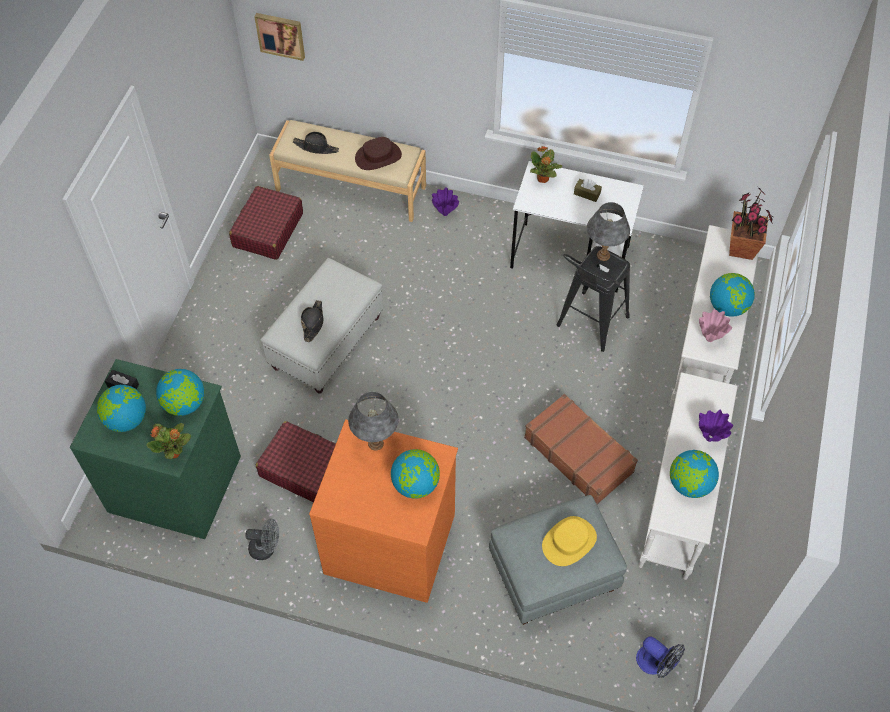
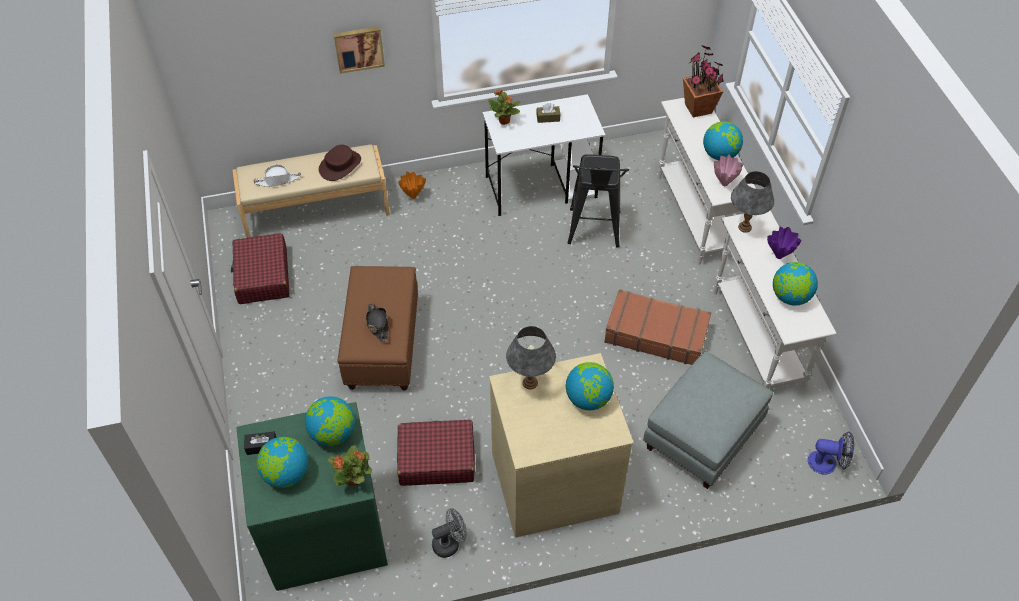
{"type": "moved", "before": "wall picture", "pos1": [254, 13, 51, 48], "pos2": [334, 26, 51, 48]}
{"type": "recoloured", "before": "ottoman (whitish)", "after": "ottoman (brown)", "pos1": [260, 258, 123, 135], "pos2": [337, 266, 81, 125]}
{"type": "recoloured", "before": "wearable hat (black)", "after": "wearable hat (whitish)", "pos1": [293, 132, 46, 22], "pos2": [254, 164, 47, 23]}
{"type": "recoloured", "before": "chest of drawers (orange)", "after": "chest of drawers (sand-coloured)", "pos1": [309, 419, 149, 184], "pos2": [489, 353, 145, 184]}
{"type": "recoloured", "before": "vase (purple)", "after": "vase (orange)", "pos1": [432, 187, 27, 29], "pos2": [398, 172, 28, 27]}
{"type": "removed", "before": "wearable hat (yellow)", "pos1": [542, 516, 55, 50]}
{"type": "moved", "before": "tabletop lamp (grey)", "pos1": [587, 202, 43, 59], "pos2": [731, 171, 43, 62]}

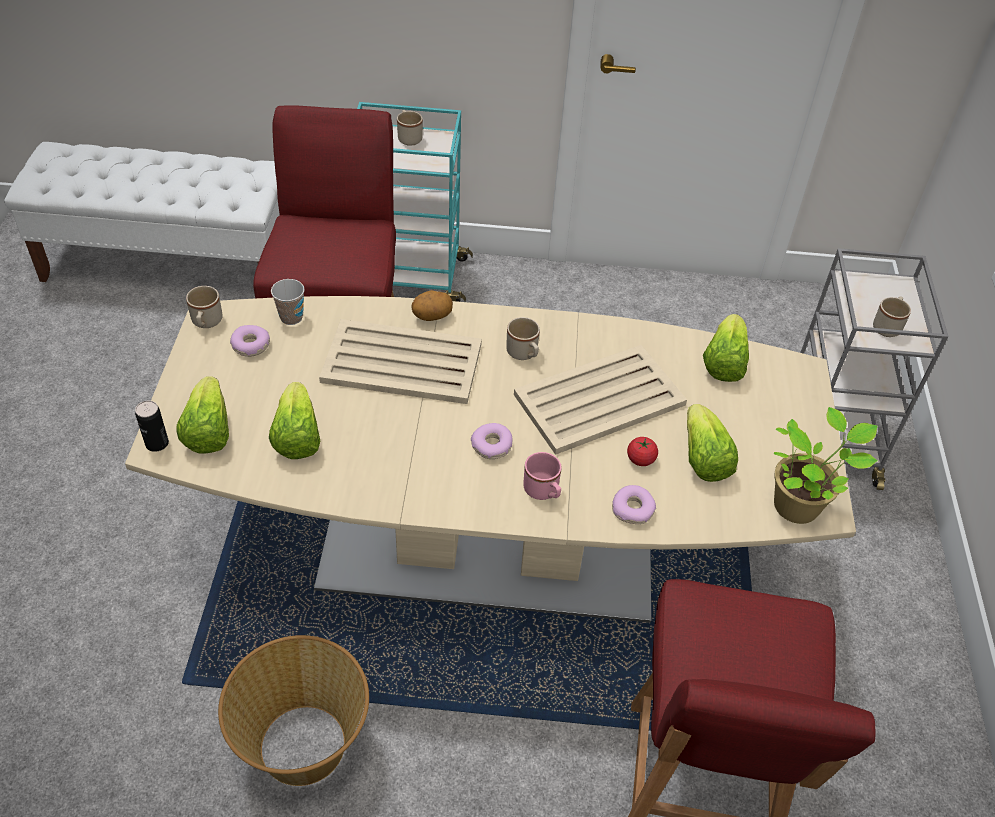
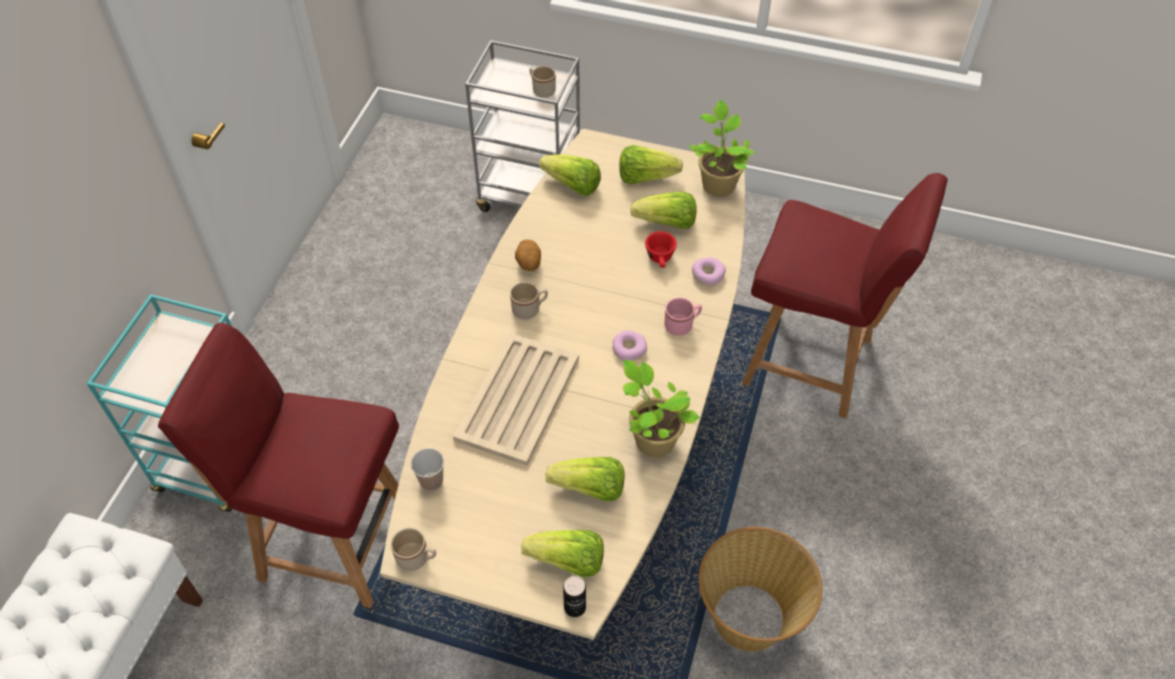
{"type": "removed", "before": "doughnut", "pos1": [230, 325, 40, 32]}
{"type": "removed", "before": "coffee mug (sand-coloured)", "pos1": [397, 110, 26, 36]}
{"type": "moved", "before": "spud", "pos1": [411, 290, 42, 31], "pos2": [515, 239, 26, 32]}
{"type": "removed", "before": "serving tray (sand-coloured)", "pos1": [514, 345, 173, 110]}
{"type": "replaced", "before": "fresh tomato", "after": "cup (red-coloured)", "pos1": [627, 437, 31, 29], "pos2": [645, 231, 32, 37]}
{"type": "added", "after": "lettuce", "pos2": [619, 145, 64, 39]}
{"type": "added", "after": "potted plant", "pos2": [623, 360, 77, 97]}

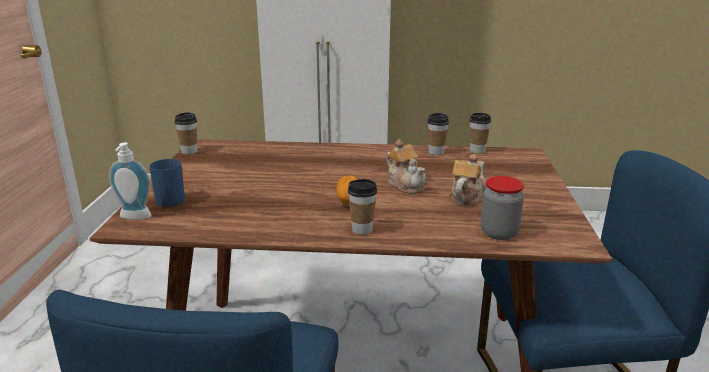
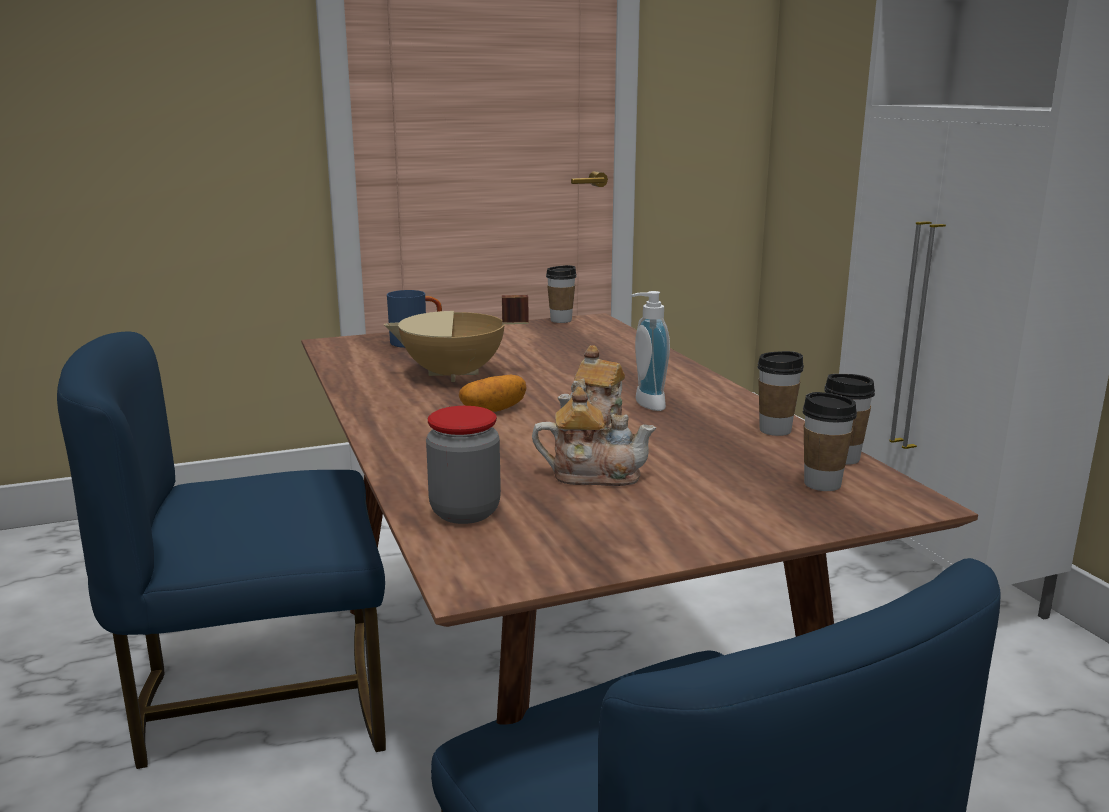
{"type": "moved", "before": "soap bottle", "pos1": [109, 143, 42, 77], "pos2": [631, 291, 39, 120]}
{"type": "moved", "before": "cup", "pos1": [348, 179, 29, 56], "pos2": [803, 392, 54, 99]}
{"type": "added", "after": "cooking pot (sand-coloured)", "pos2": [384, 295, 145, 87]}

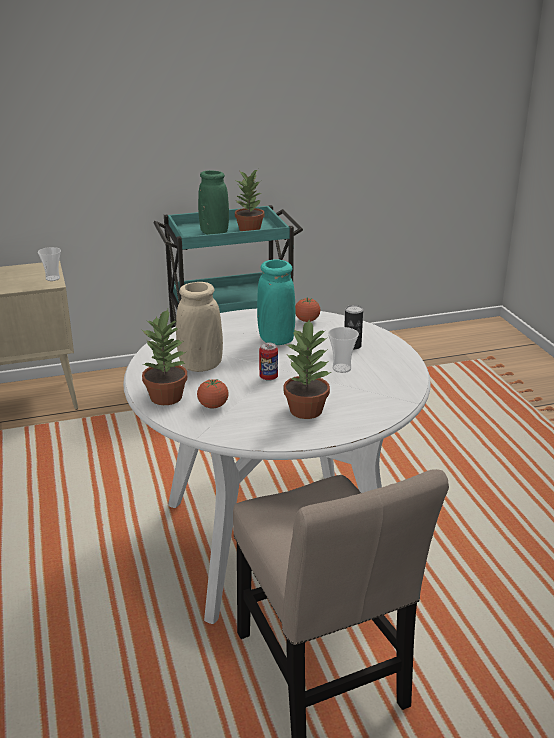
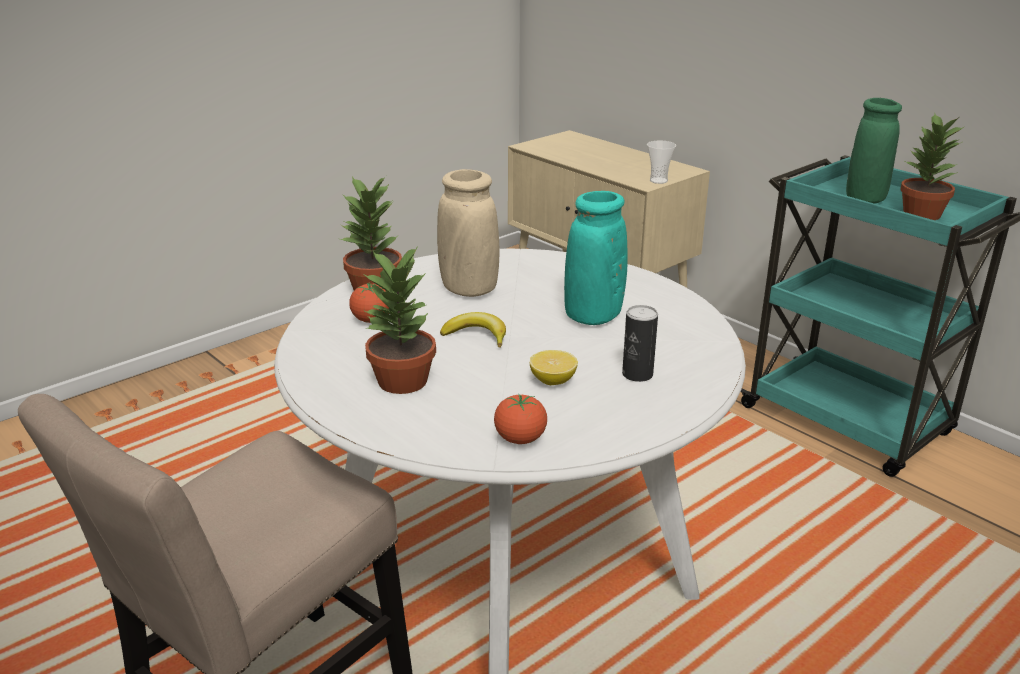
{"type": "replaced", "before": "metal can", "after": "whole banana", "pos1": [259, 343, 19, 38], "pos2": [440, 312, 66, 36]}
{"type": "moved", "before": "fresh tomato", "pos1": [295, 297, 25, 25], "pos2": [494, 393, 53, 51]}
{"type": "replaced", "before": "cup", "after": "citrus fruit", "pos1": [328, 327, 31, 46], "pos2": [530, 350, 48, 35]}

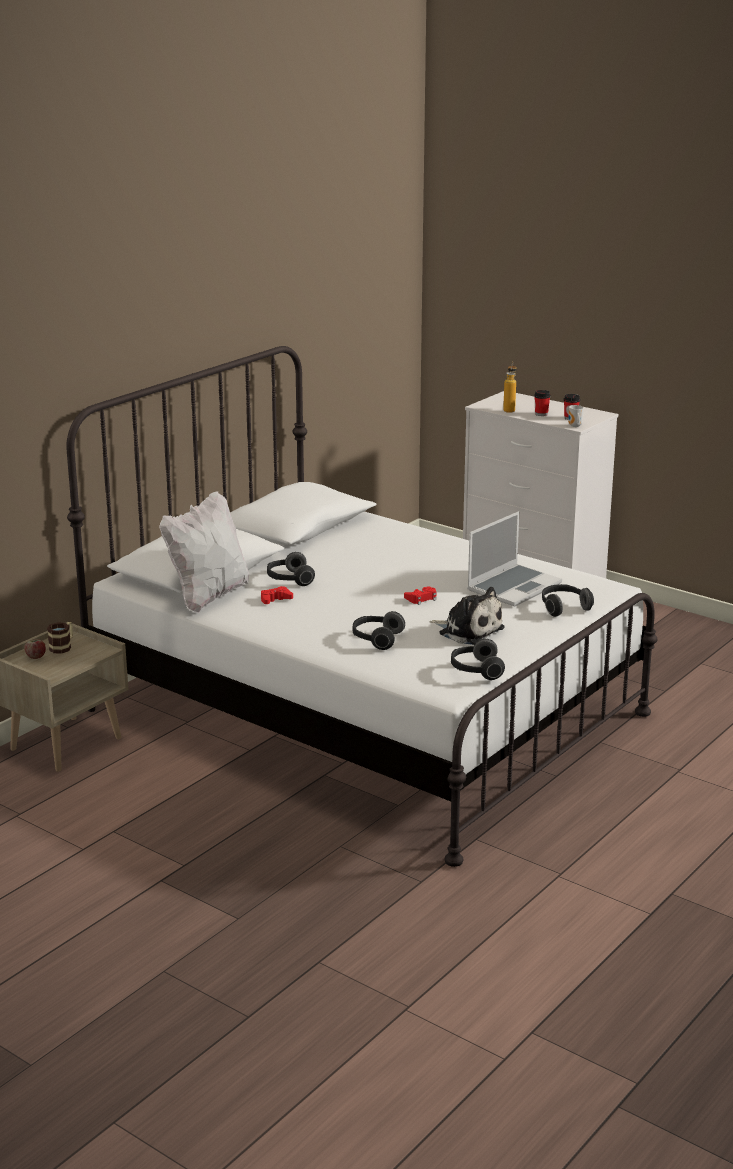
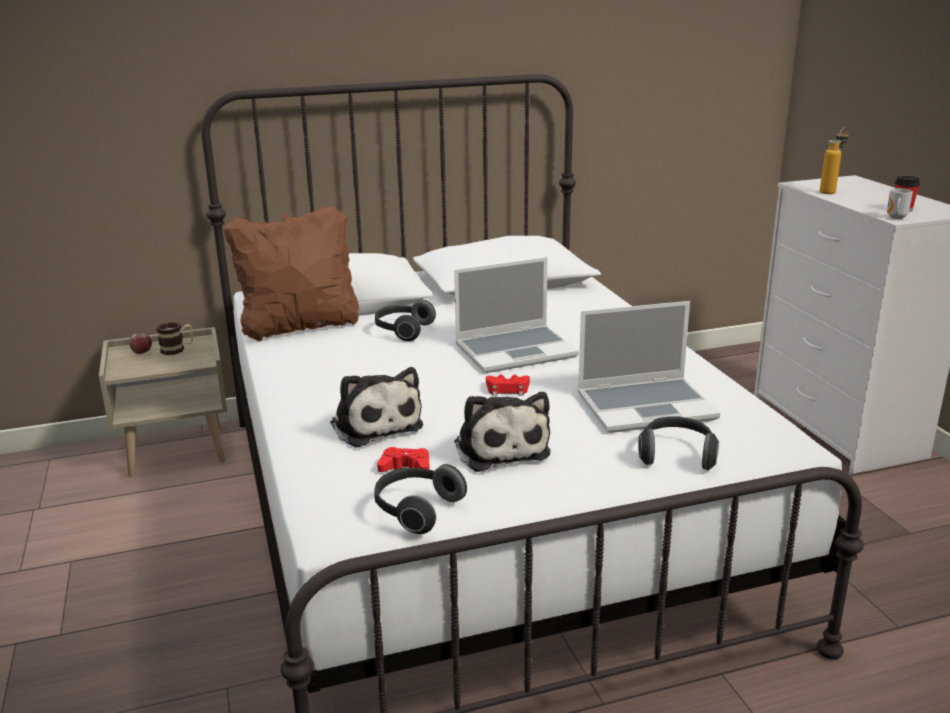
{"type": "recoloured", "before": "throw pillow (whitish)", "after": "throw pillow (brown)", "pos1": [159, 491, 90, 122], "pos2": [223, 207, 136, 135]}
{"type": "moved", "before": "joypad (red-coloured)", "pos1": [261, 586, 32, 18], "pos2": [377, 447, 53, 25]}
{"type": "replaced", "before": "headphones", "after": "plush toy", "pos1": [352, 611, 53, 39], "pos2": [330, 367, 93, 81]}
{"type": "removed", "before": "cup", "pos1": [534, 390, 17, 26]}
{"type": "added", "after": "laptop", "pos2": [454, 257, 125, 116]}

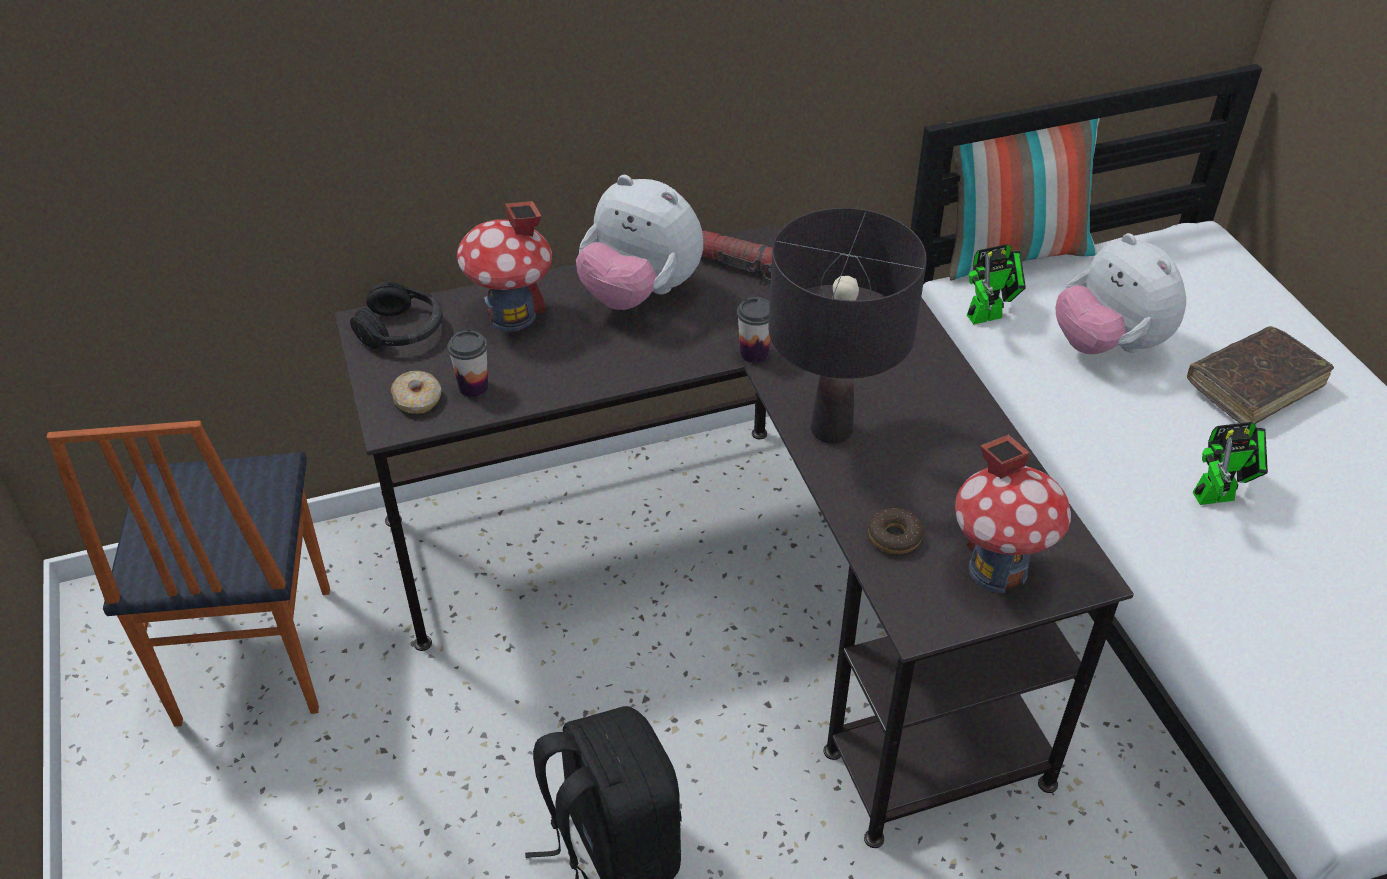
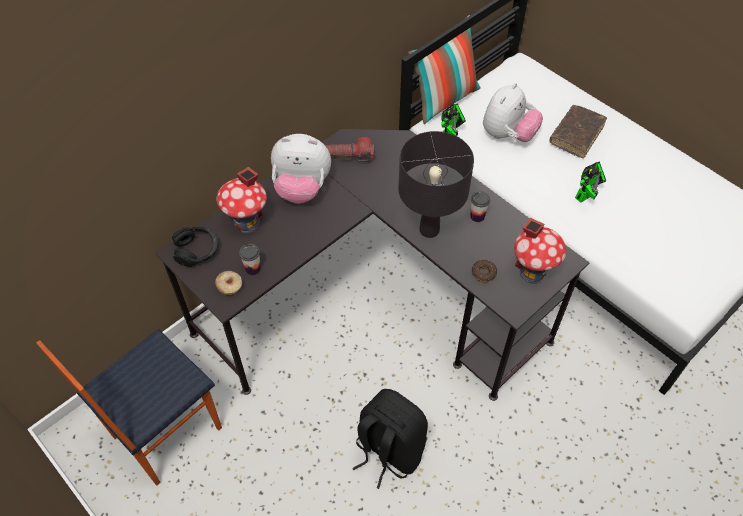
{"type": "turned", "before": "upright chair", "pos1": [46, 420, 284, 307], "pos2": [36, 329, 186, 157], "turn": 75}
{"type": "moved", "before": "cup", "pos1": [737, 297, 34, 66], "pos2": [470, 191, 20, 31]}
{"type": "turned", "before": "plush toy", "pos1": [1056, 233, 130, 121], "pos2": [483, 83, 60, 59], "turn": -90}

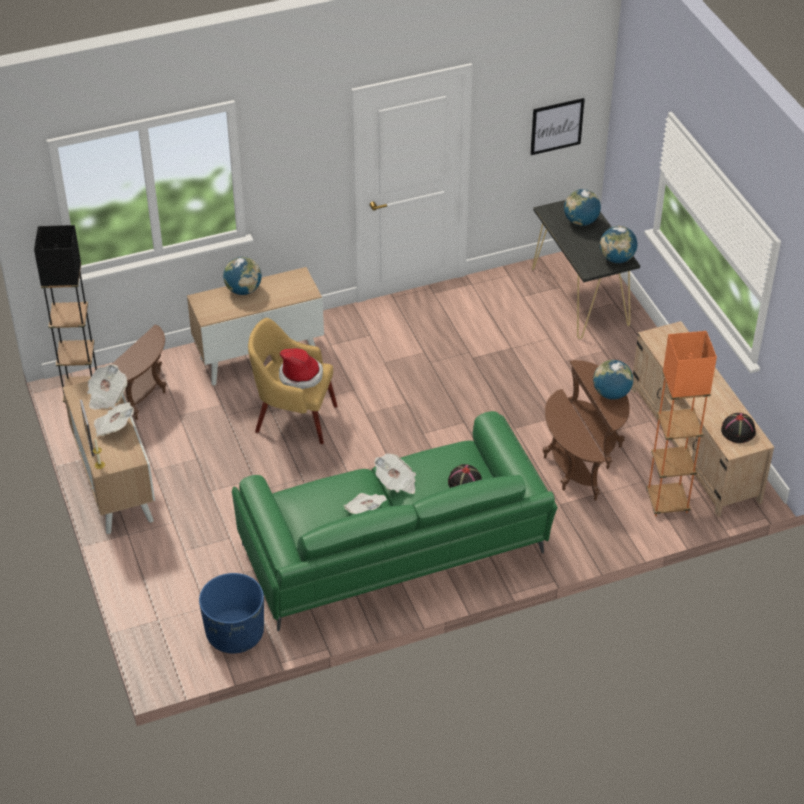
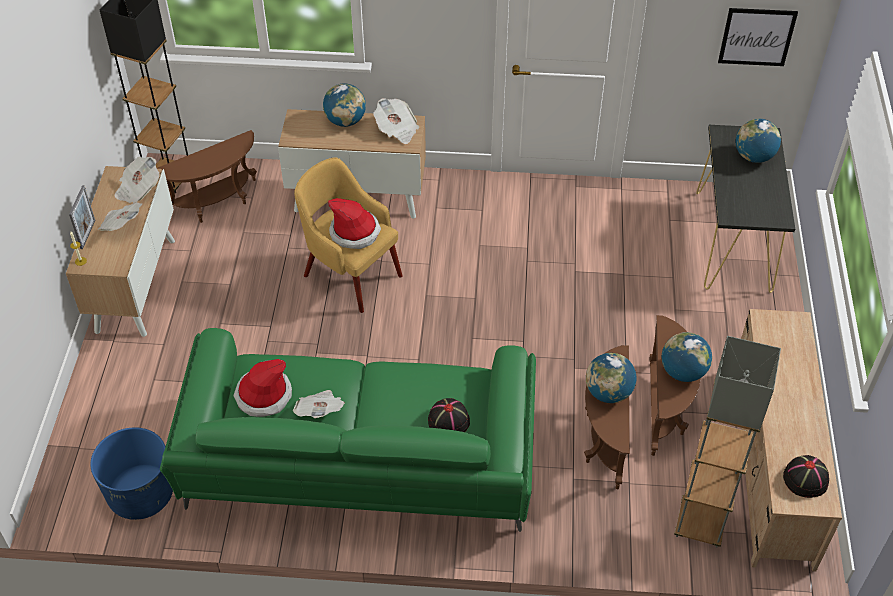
{"type": "moved", "before": "newspaper", "pos1": [374, 454, 42, 40], "pos2": [373, 98, 46, 46]}
{"type": "moved", "before": "desk globe", "pos1": [600, 226, 37, 37], "pos2": [586, 353, 50, 50]}
{"type": "recoloured", "before": "standing lamp (orange)", "after": "standing lamp (grey)", "pos1": [646, 331, 71, 185], "pos2": [674, 336, 107, 212]}
{"type": "added", "after": "wearable hat", "pos2": [233, 359, 59, 58]}

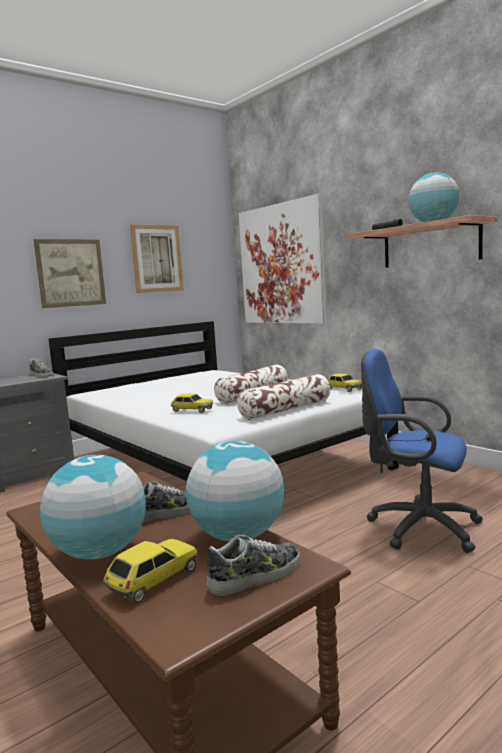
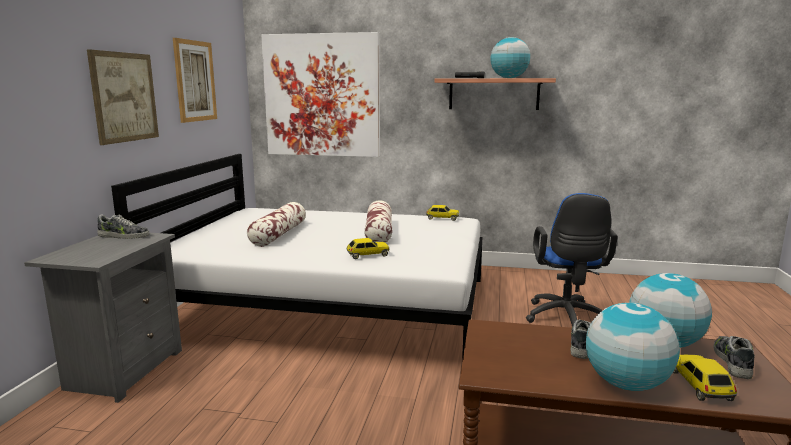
{"type": "moved", "before": "throw pillow", "pos1": [237, 374, 93, 46], "pos2": [247, 202, 59, 45]}
{"type": "turned", "before": "desk chair (bluish)", "pos1": [361, 349, 122, 204], "pos2": [526, 193, 92, 133], "turn": -75}

